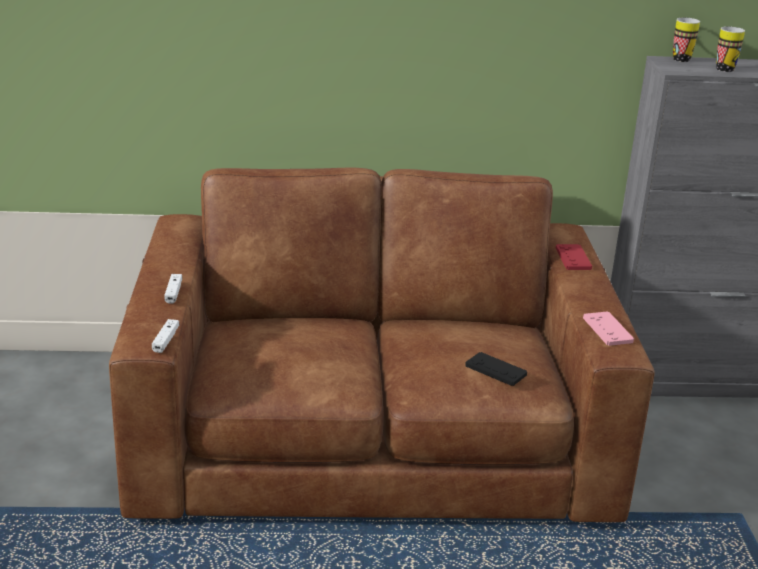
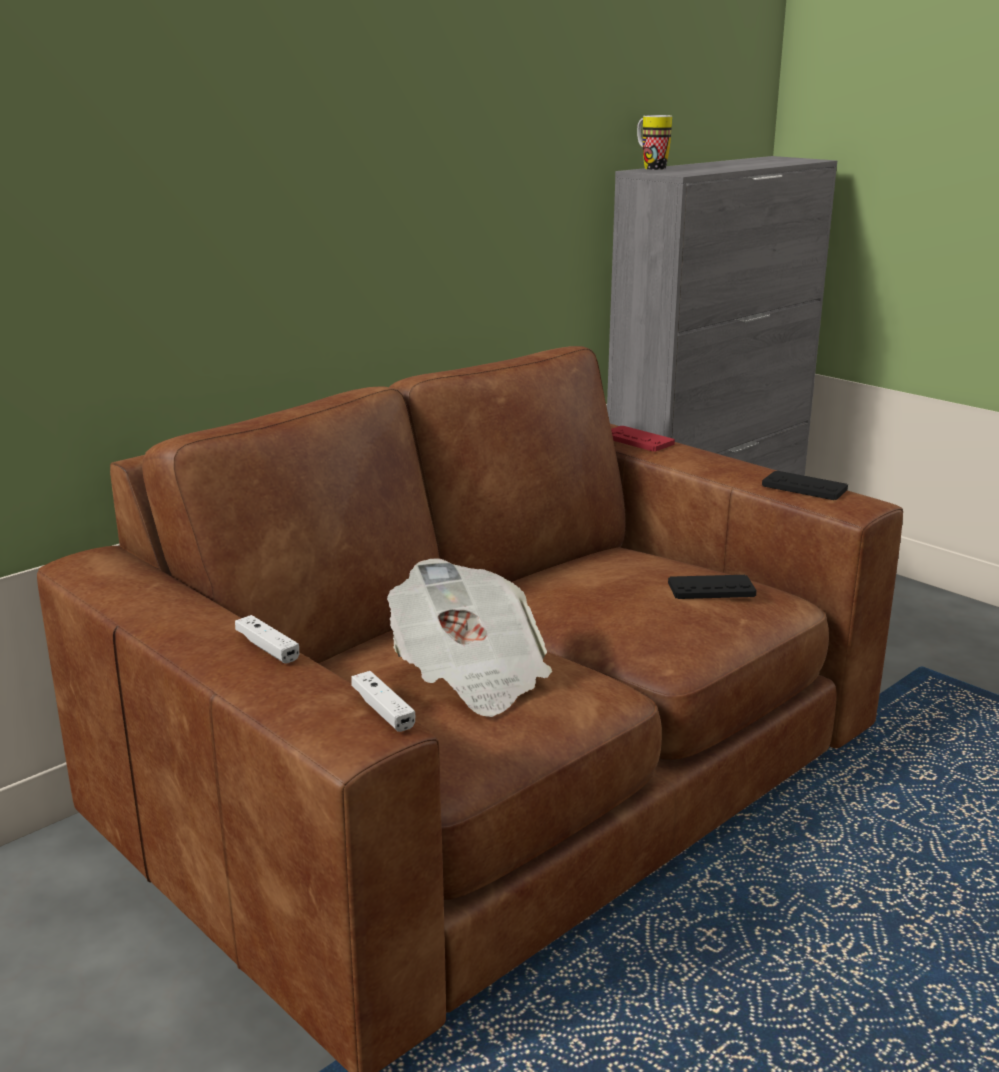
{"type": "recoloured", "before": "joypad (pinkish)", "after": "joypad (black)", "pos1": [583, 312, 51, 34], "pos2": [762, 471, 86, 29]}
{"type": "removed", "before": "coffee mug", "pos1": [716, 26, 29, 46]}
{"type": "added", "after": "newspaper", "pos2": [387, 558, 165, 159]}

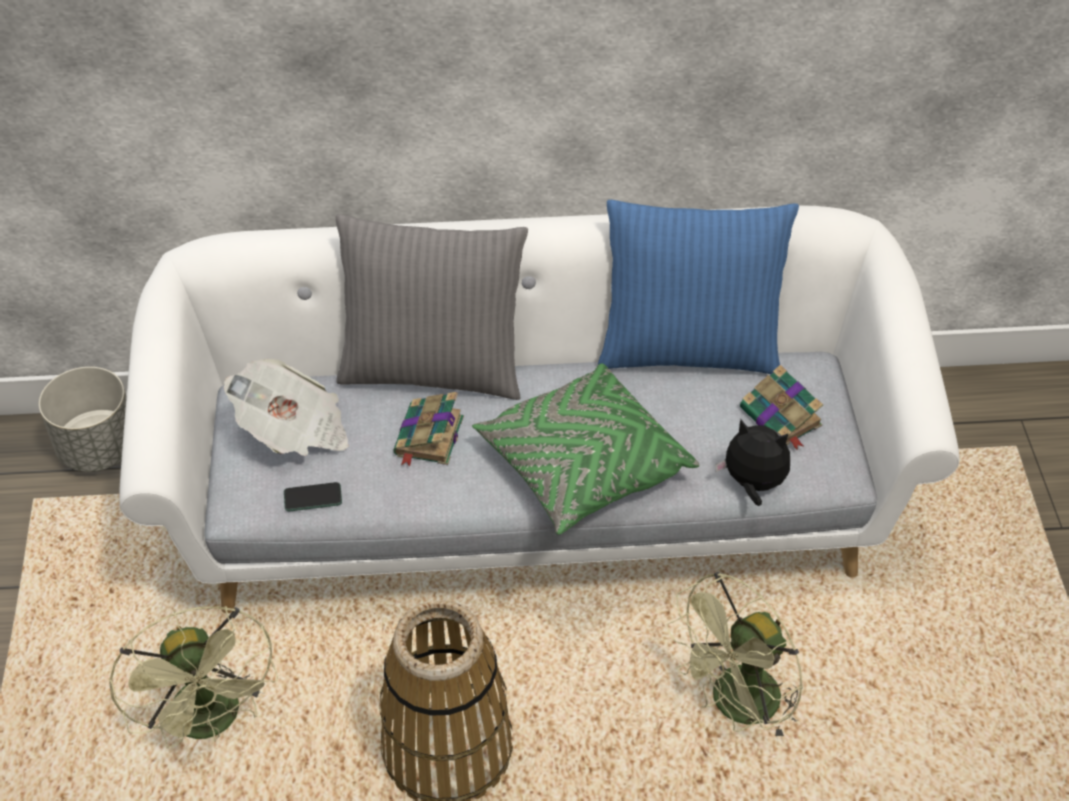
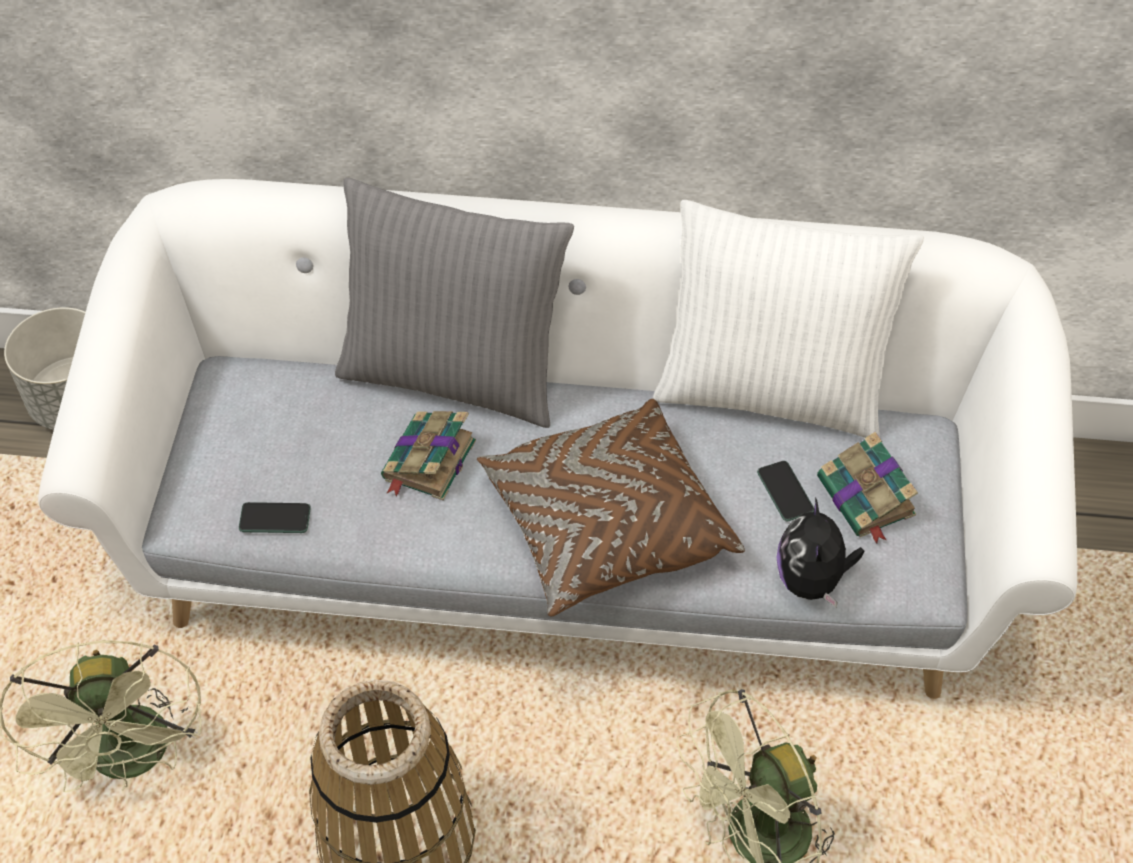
{"type": "removed", "before": "newspaper", "pos1": [224, 359, 125, 97]}
{"type": "recoloured", "before": "throw pillow (greenish)", "after": "throw pillow (brown)", "pos1": [472, 363, 228, 172], "pos2": [477, 399, 268, 218]}
{"type": "recoloured", "before": "throw pillow (bluish)", "after": "throw pillow (whitish)", "pos1": [598, 200, 201, 174], "pos2": [653, 200, 271, 238]}
{"type": "turned", "before": "plush toy", "pos1": [715, 419, 75, 87], "pos2": [776, 497, 89, 110], "turn": -120}
{"type": "added", "after": "telephone", "pos2": [757, 461, 57, 60]}

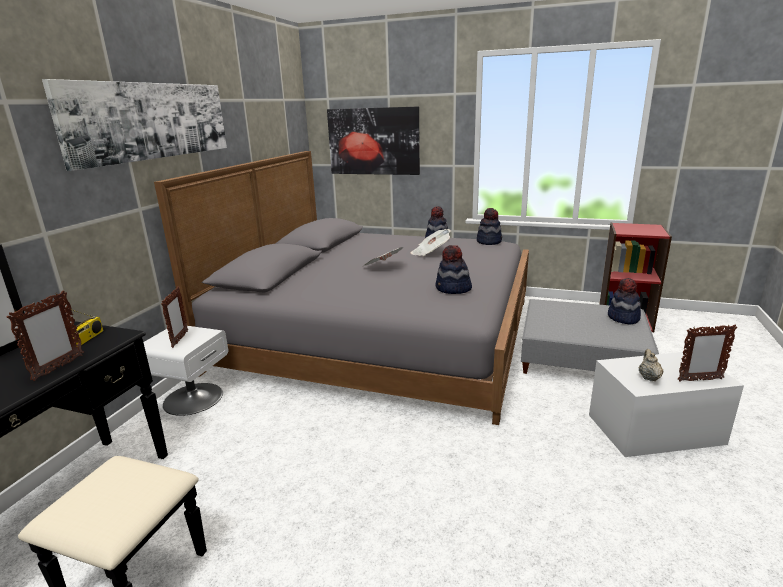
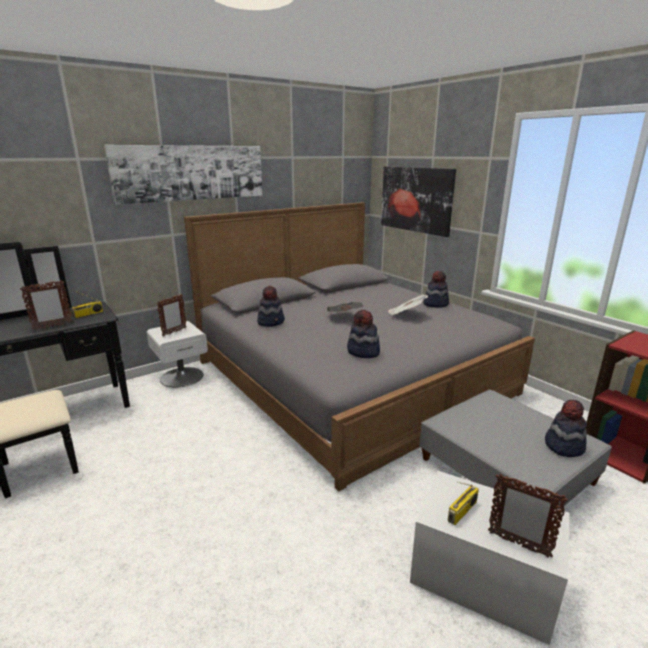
{"type": "moved", "before": "wearable hat", "pos1": [477, 208, 25, 37], "pos2": [257, 286, 28, 41]}
{"type": "replaced", "before": "teapot (sand-coloured)", "after": "radio", "pos1": [639, 349, 24, 32], "pos2": [448, 482, 31, 43]}

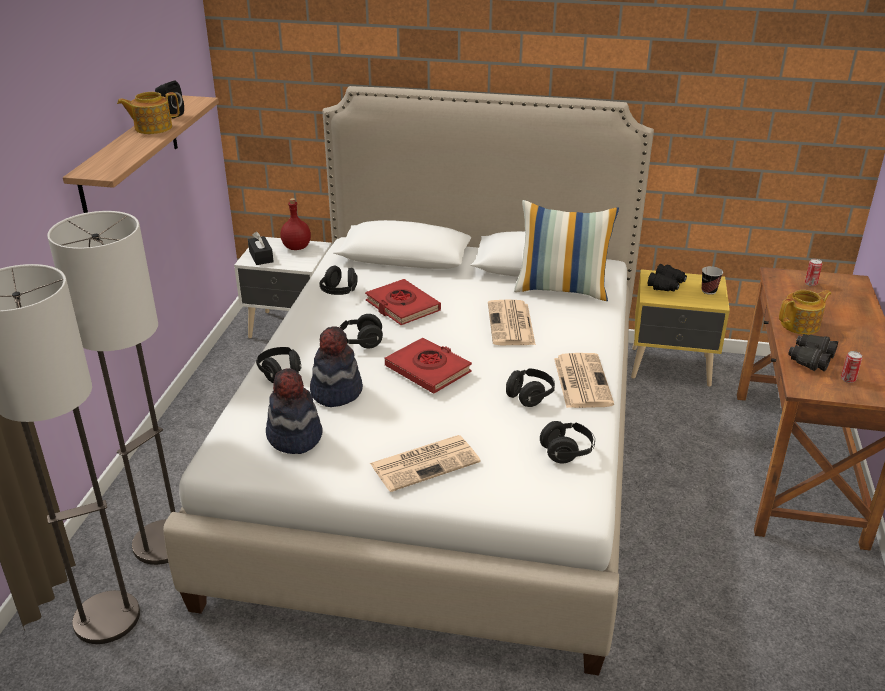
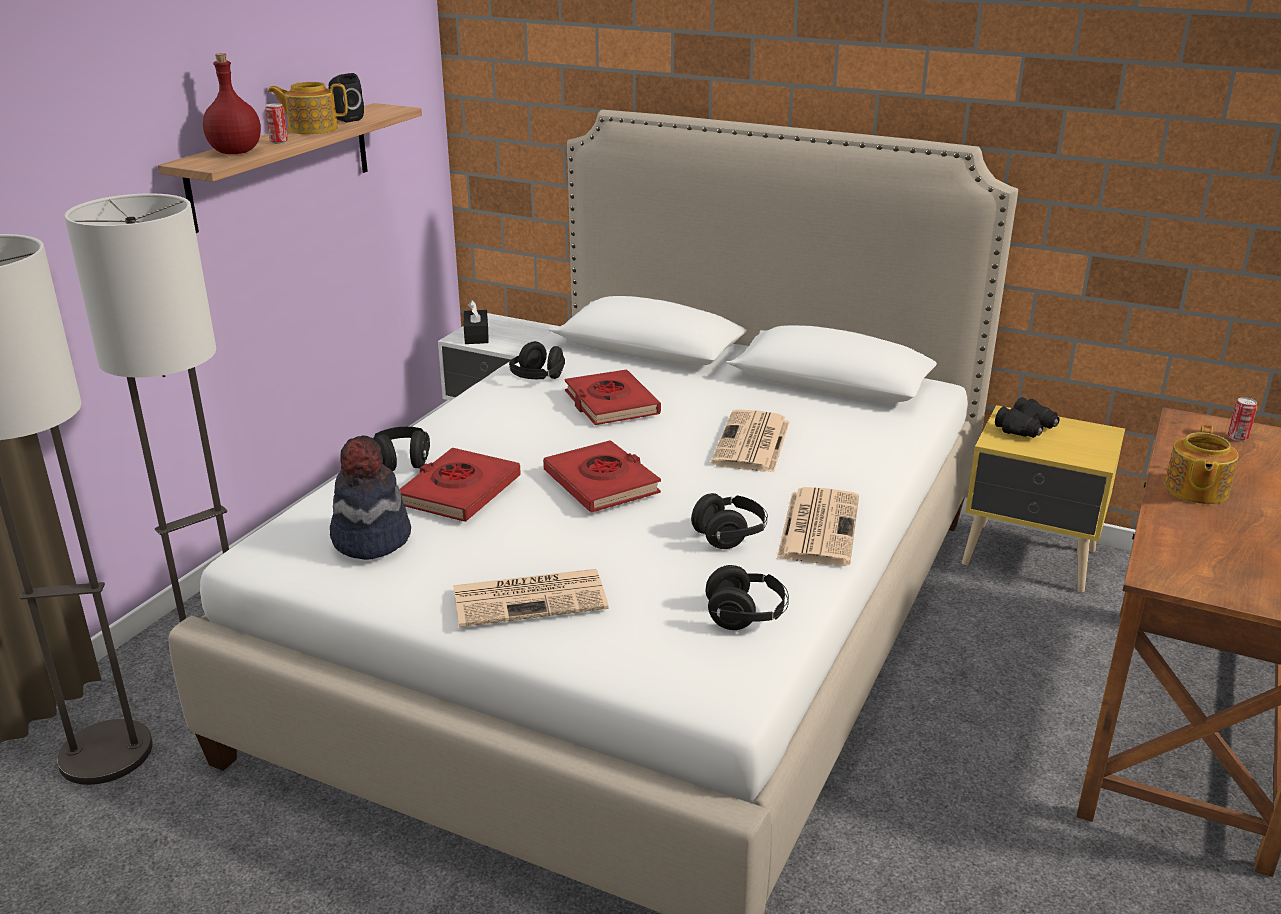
{"type": "moved", "before": "drink bottle (red-coloured)", "pos1": [280, 198, 31, 52], "pos2": [203, 53, 58, 101]}
{"type": "replaced", "before": "wearable hat", "after": "bound book (red-coloured)", "pos1": [310, 326, 53, 81], "pos2": [400, 448, 121, 74]}
{"type": "removed", "before": "headphones (black)", "pos1": [339, 314, 44, 34]}
{"type": "removed", "before": "throw pillow", "pos1": [514, 200, 105, 101]}
{"type": "removed", "before": "cup", "pos1": [702, 266, 21, 29]}
{"type": "turned", "before": "teapot", "pos1": [779, 290, 52, 45], "pos2": [1165, 425, 74, 79], "turn": 120}
{"type": "removed", "before": "binoculars (black)", "pos1": [788, 334, 50, 37]}
{"type": "moved", "before": "metal can", "pos1": [841, 351, 21, 32], "pos2": [265, 103, 23, 41]}

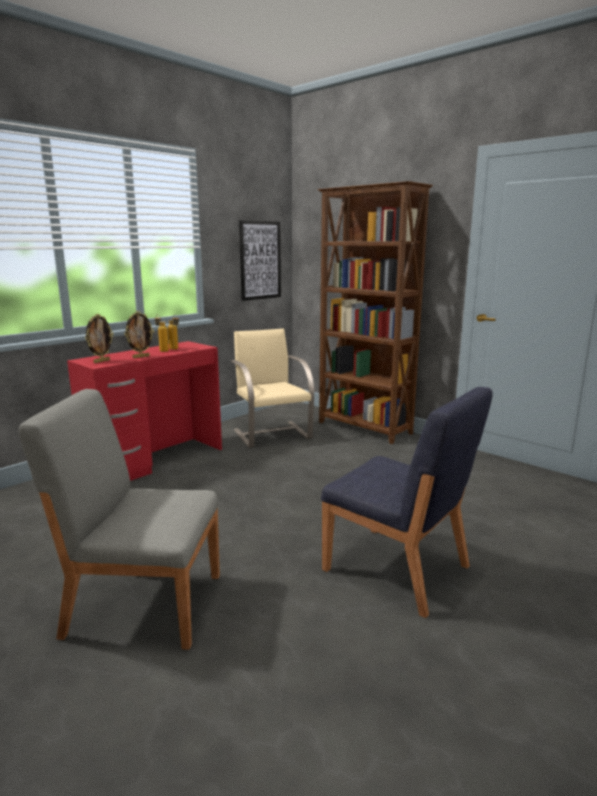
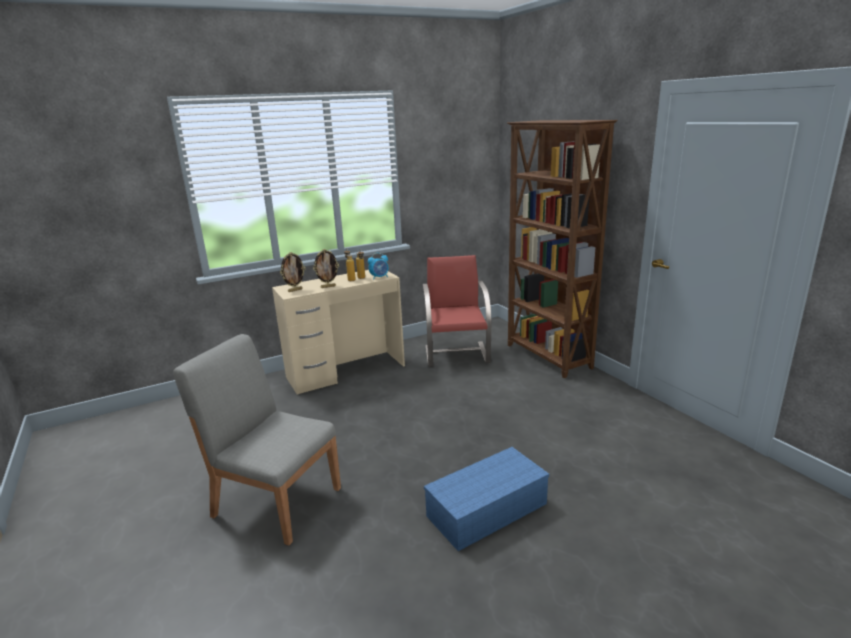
{"type": "recoloured", "before": "desk (red-coloured)", "after": "desk (sand-coloured)", "pos1": [67, 341, 155, 140], "pos2": [272, 270, 133, 125]}
{"type": "recoloured", "before": "upright chair (sand-coloured)", "after": "upright chair (red-coloured)", "pos1": [231, 328, 83, 120], "pos2": [423, 255, 68, 112]}
{"type": "removed", "before": "wall picture", "pos1": [239, 220, 42, 81]}
{"type": "replaced", "before": "upright chair (bluish)", "after": "storage box (bluish)", "pos1": [321, 387, 172, 231], "pos2": [424, 447, 125, 104]}
{"type": "added", "after": "table clock", "pos2": [368, 253, 21, 27]}

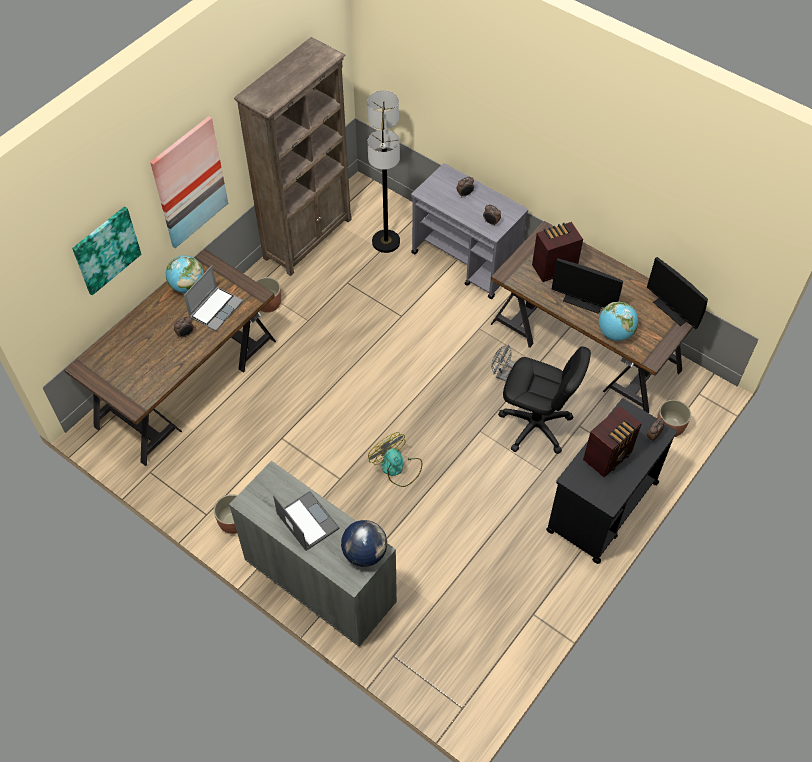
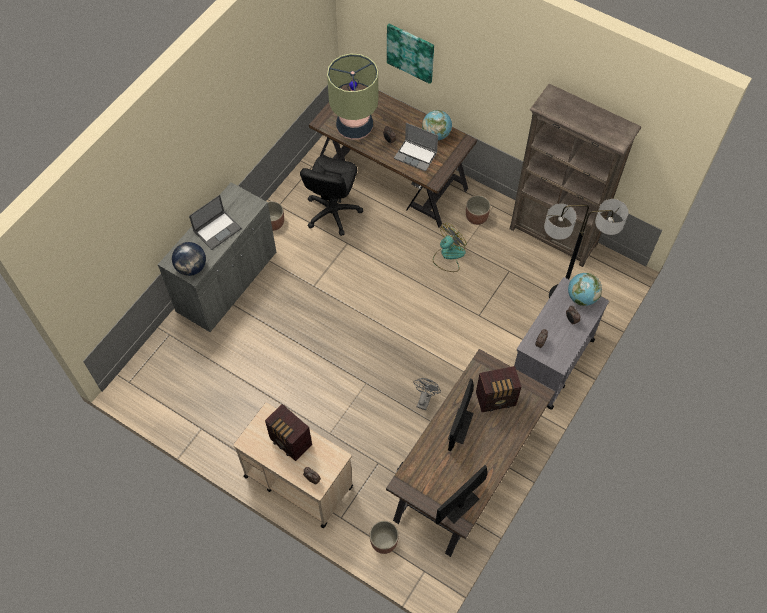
{"type": "removed", "before": "wall picture", "pos1": [150, 116, 78, 132]}
{"type": "moved", "before": "cooling fan", "pos1": [368, 432, 54, 55], "pos2": [433, 223, 33, 49]}
{"type": "moved", "before": "desk chair (black)", "pos1": [498, 346, 93, 108], "pos2": [300, 156, 63, 80]}
{"type": "turned", "before": "radio", "pos1": [532, 222, 51, 60], "pos2": [476, 366, 45, 46], "turn": 105}
{"type": "recoloured", "before": "cart (black)", "after": "cart (sand-coloured)", "pos1": [547, 398, 130, 166], "pos2": [233, 402, 120, 127]}
{"type": "moved", "before": "desk globe", "pos1": [599, 302, 39, 39], "pos2": [568, 273, 34, 33]}
{"type": "added", "after": "tabletop lamp", "pos2": [327, 54, 51, 86]}

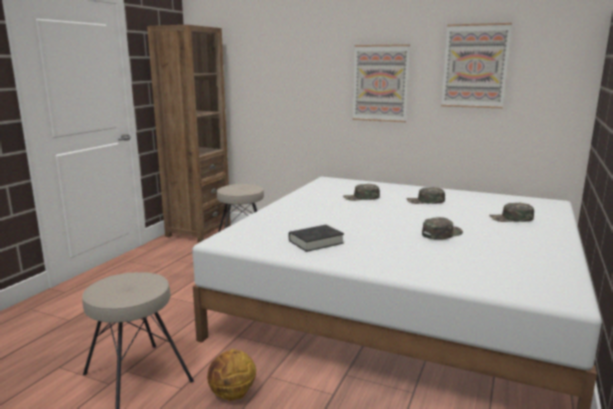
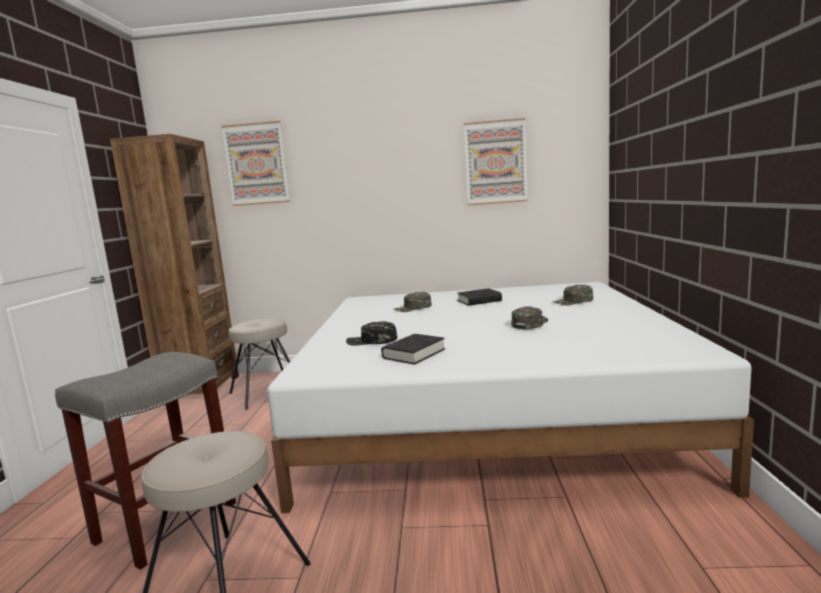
{"type": "removed", "before": "basketball", "pos1": [207, 349, 49, 52]}
{"type": "moved", "before": "wall picture", "pos1": [353, 44, 57, 78], "pos2": [221, 121, 69, 85]}
{"type": "replaced", "before": "peaked cap (greenish)", "after": "bound book (black)", "pos1": [406, 187, 39, 17], "pos2": [457, 288, 45, 18]}
{"type": "added", "after": "stool (grey)", "pos2": [55, 352, 181, 218]}
{"type": "added", "after": "peaked cap (black)", "pos2": [346, 321, 51, 25]}

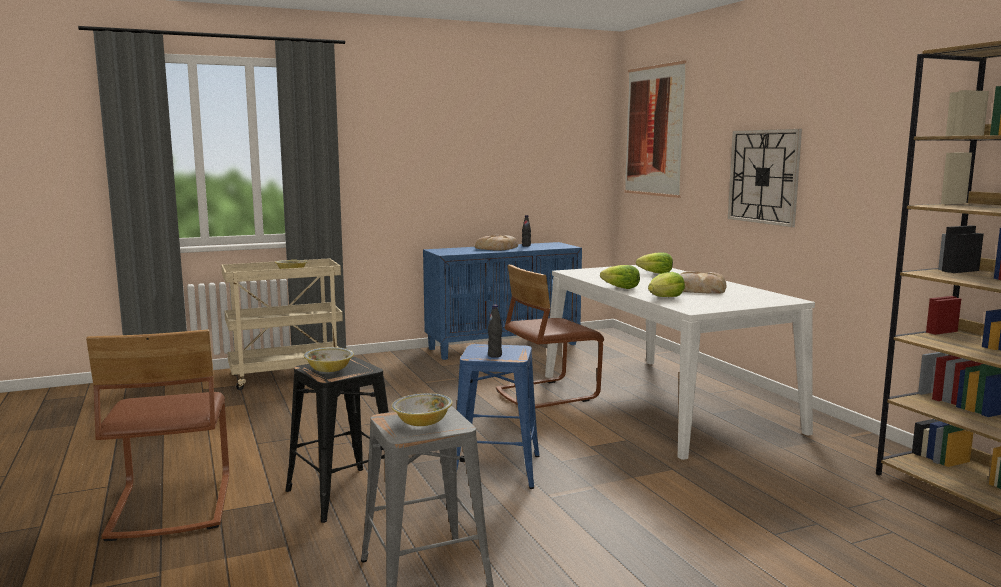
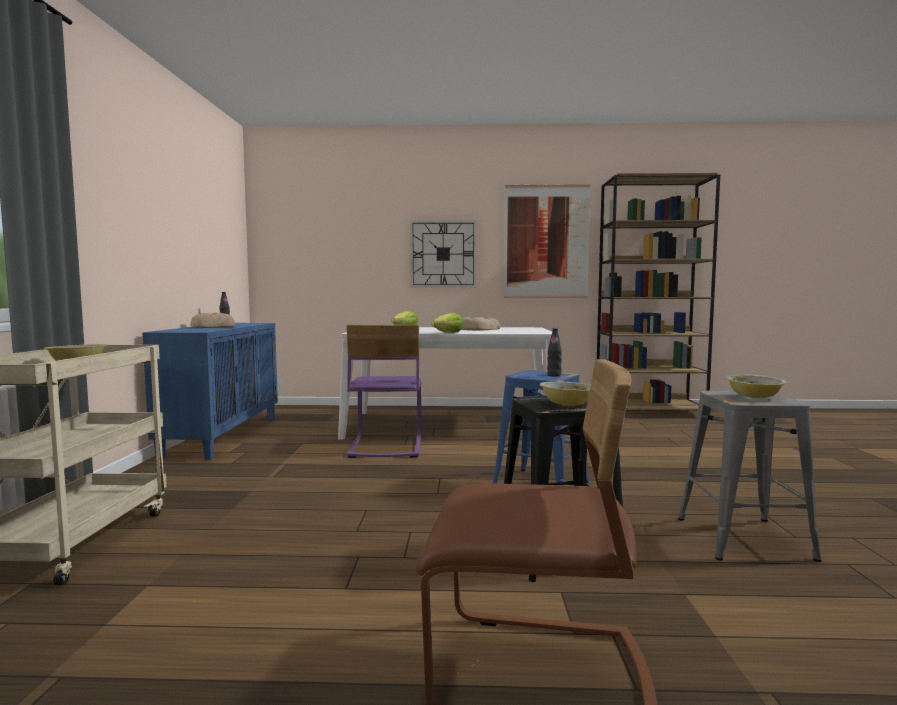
{"type": "recoloured", "before": "upright chair (brown)", "after": "upright chair (purple)", "pos1": [496, 264, 108, 145], "pos2": [346, 325, 75, 133]}
{"type": "moved", "before": "wall picture", "pos1": [624, 60, 62, 138], "pos2": [504, 184, 87, 114]}
{"type": "removed", "before": "lettuce", "pos1": [648, 272, 37, 25]}

